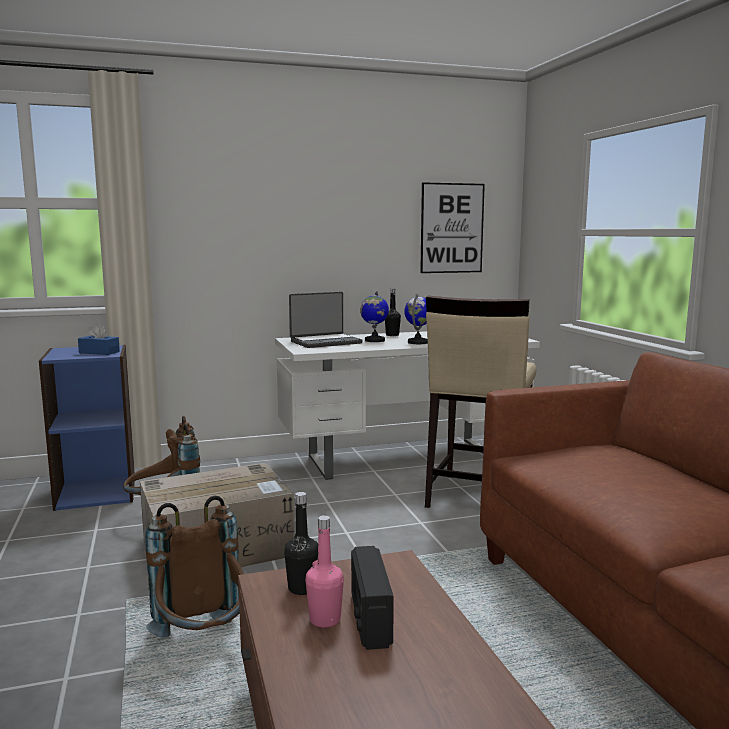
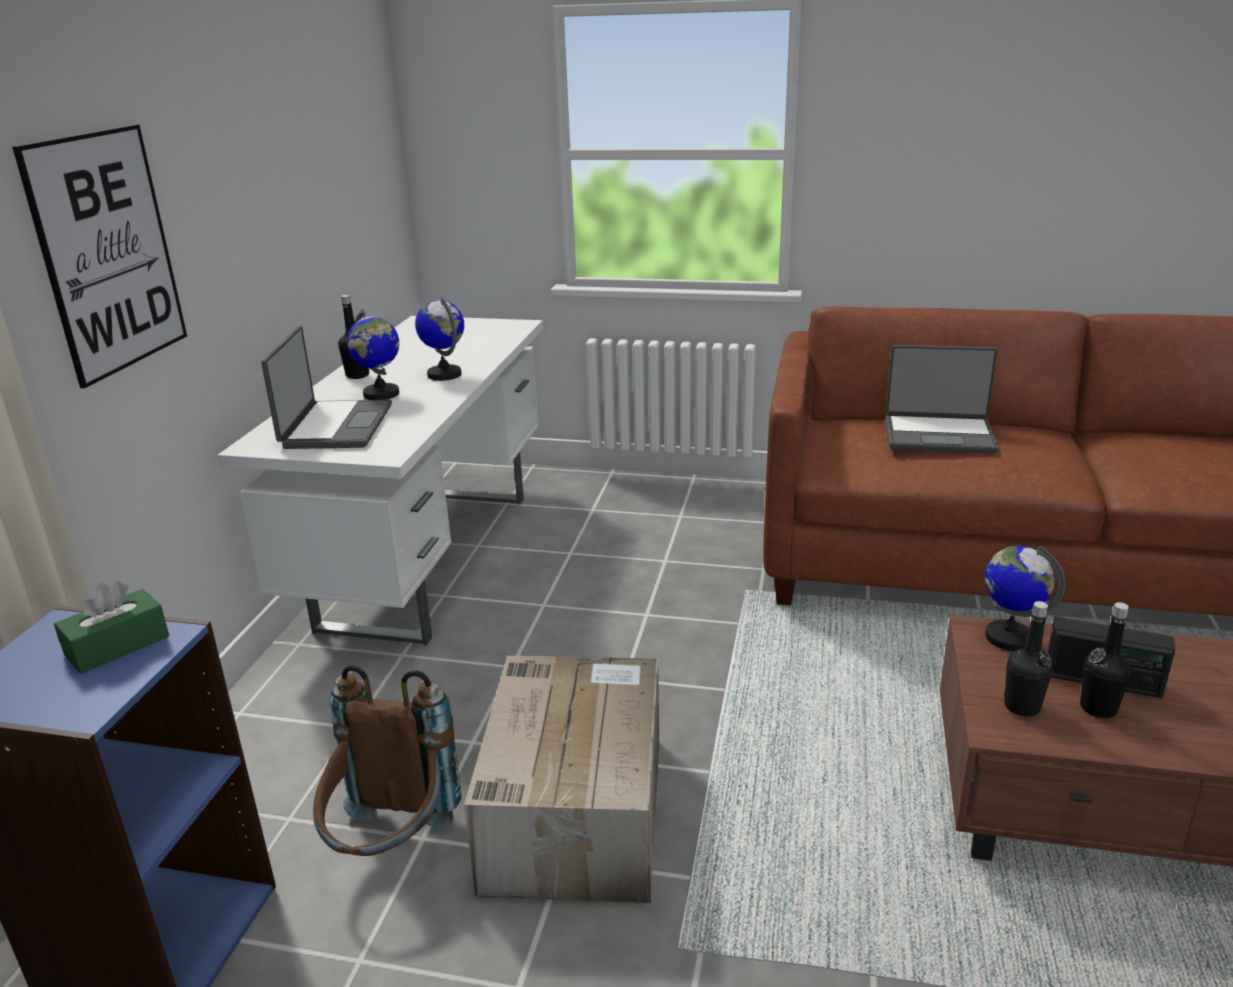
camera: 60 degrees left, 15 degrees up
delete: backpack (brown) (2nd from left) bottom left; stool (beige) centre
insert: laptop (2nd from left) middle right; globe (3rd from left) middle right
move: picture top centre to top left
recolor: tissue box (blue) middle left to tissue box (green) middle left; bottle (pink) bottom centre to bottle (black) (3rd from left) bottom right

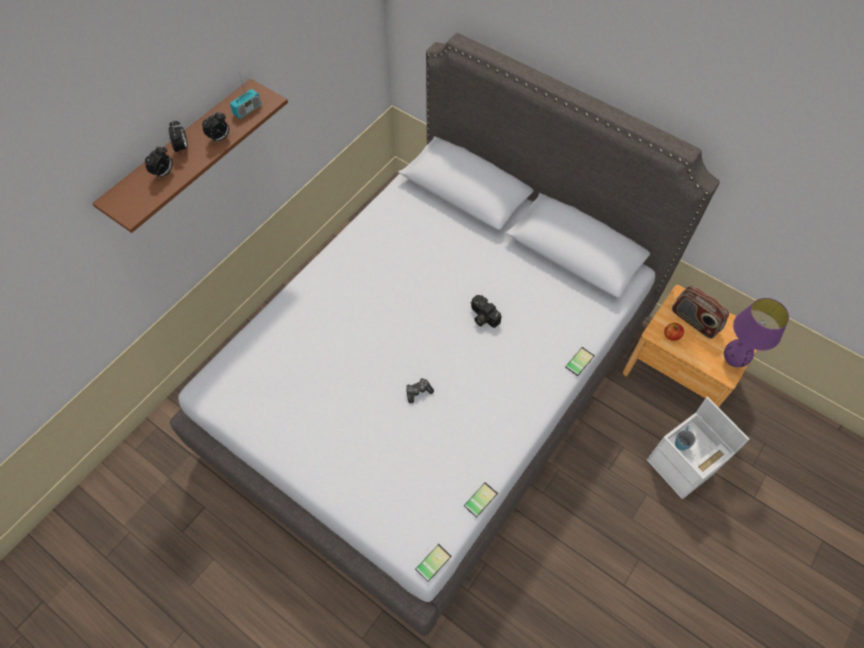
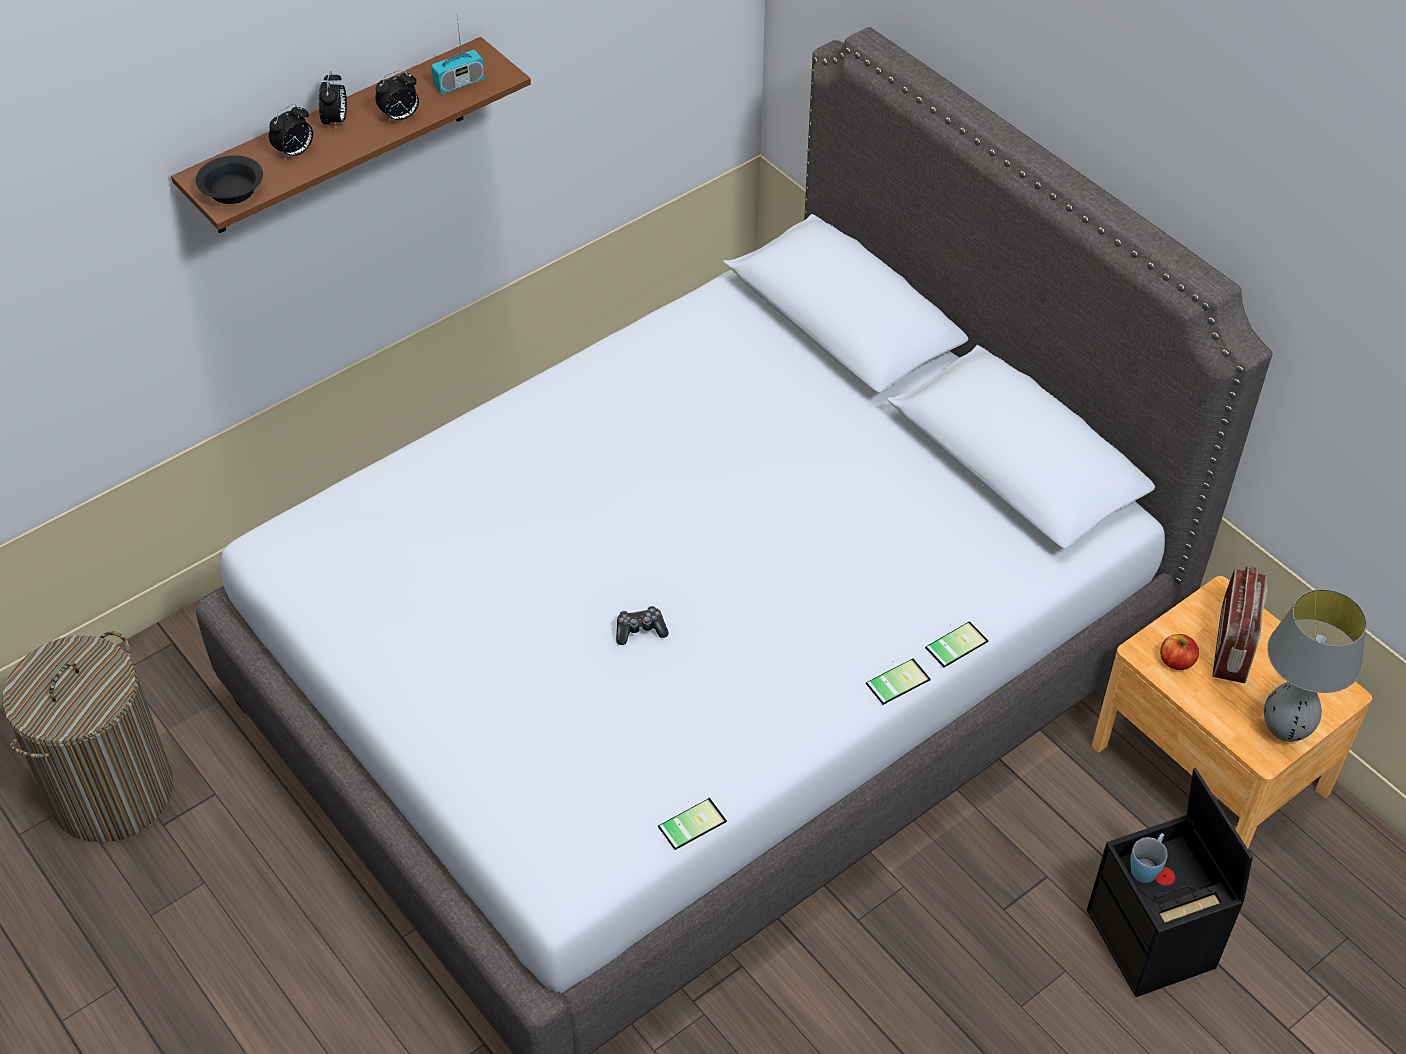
camera: 15 degrees right, 10 degrees down
delete: photo camera centre
insert: laundry basket bottom left; bowl (black) top left
move: phone (1st from left in the first image) bottom centre to phone (2nd from left) centre
recolor: storage box (white) bottom right to storage box (black) bottom right; table lamp (purple) middle right to table lamp (grey) middle right
rotate: radio (2nd from left) middle right = middle right 135 degrees counterclockwise

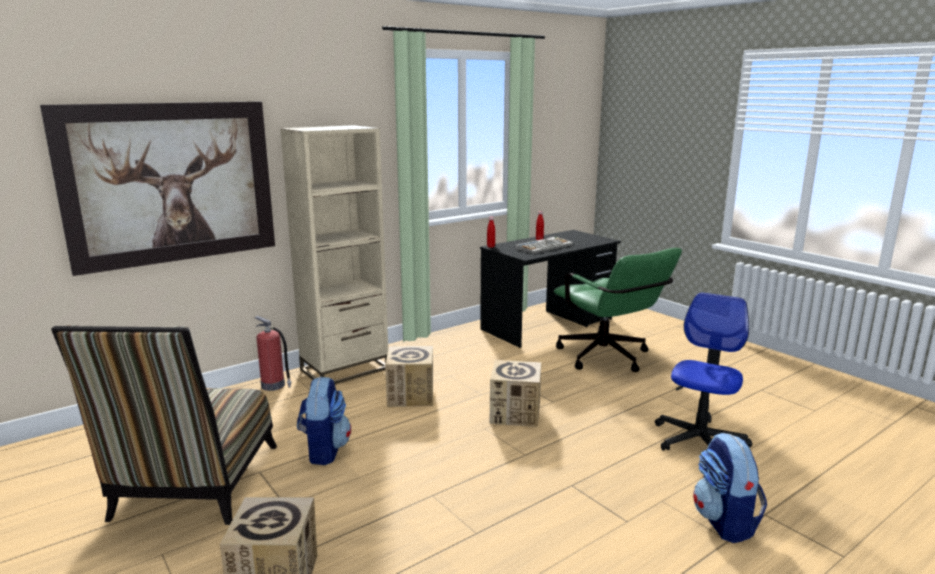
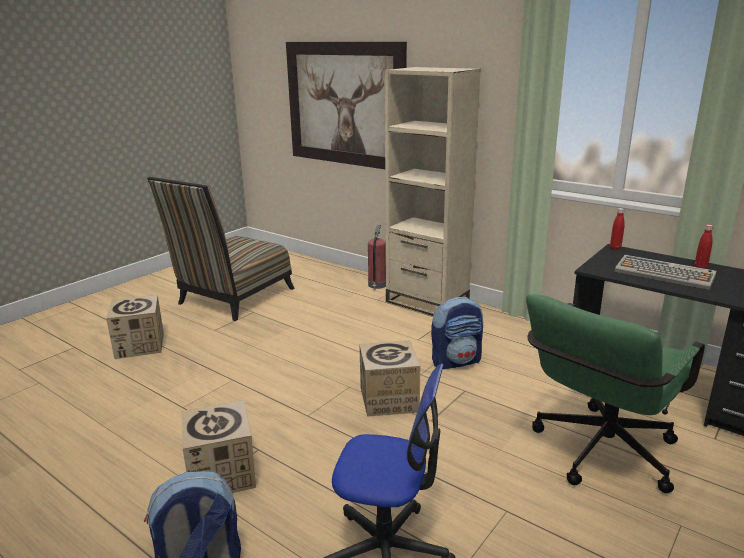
camera: 75 degrees right, 5 degrees up
move: backpack (1st from left in the first image) bottom centre to backpack (2nd from left) centre; cardboard box (2nd from left) centre to bottom left
rotate: chair bottom left = middle left 45 degrees counterclockwise

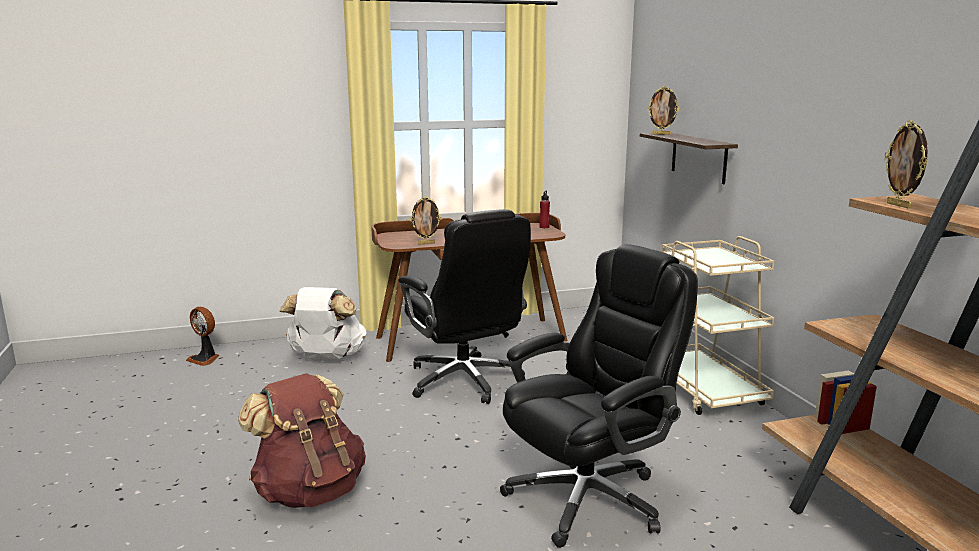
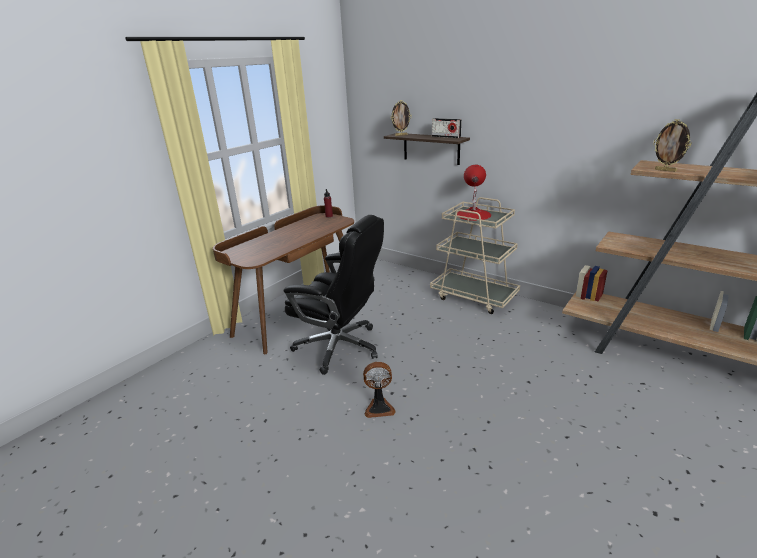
camera: 35 degrees left, 10 degrees up
delete: backpack (brown) bottom left; backpack (white) middle left; picture frame (1st from left) centre; office chair (black) (2nd from left) bottom centre
insert: radio top centre; table lamp (red) centre
move: fan middle left to bottom centre

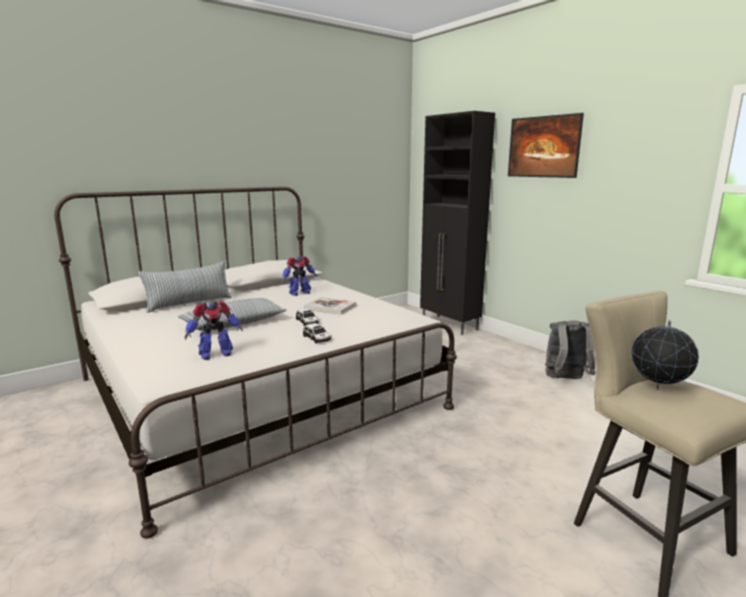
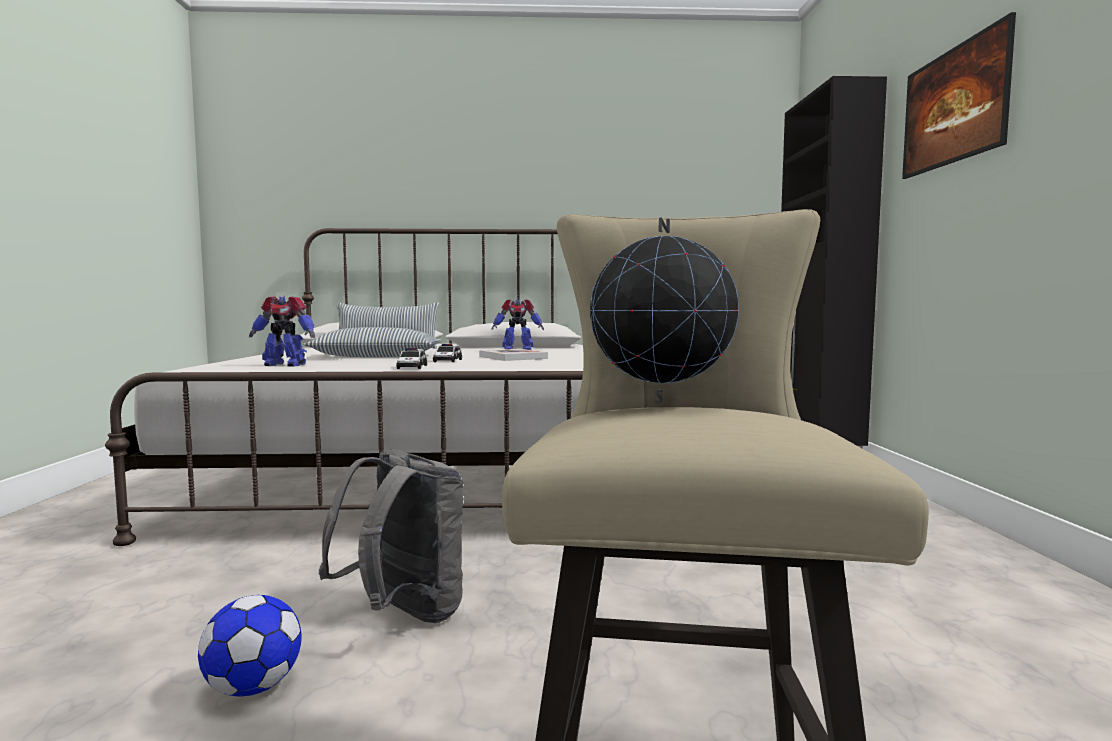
camera: 35 degrees right, 10 degrees down
insert: football bottom left
move: backpack (grey) middle right to bottom centre

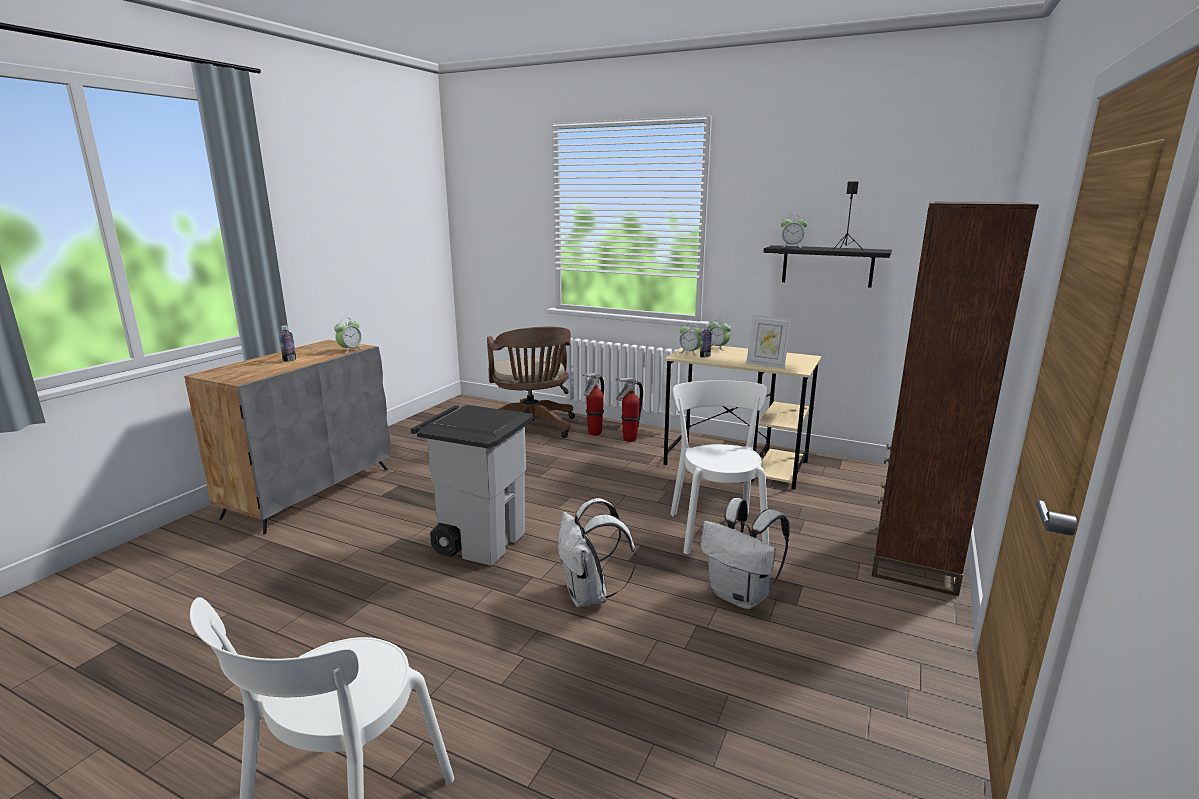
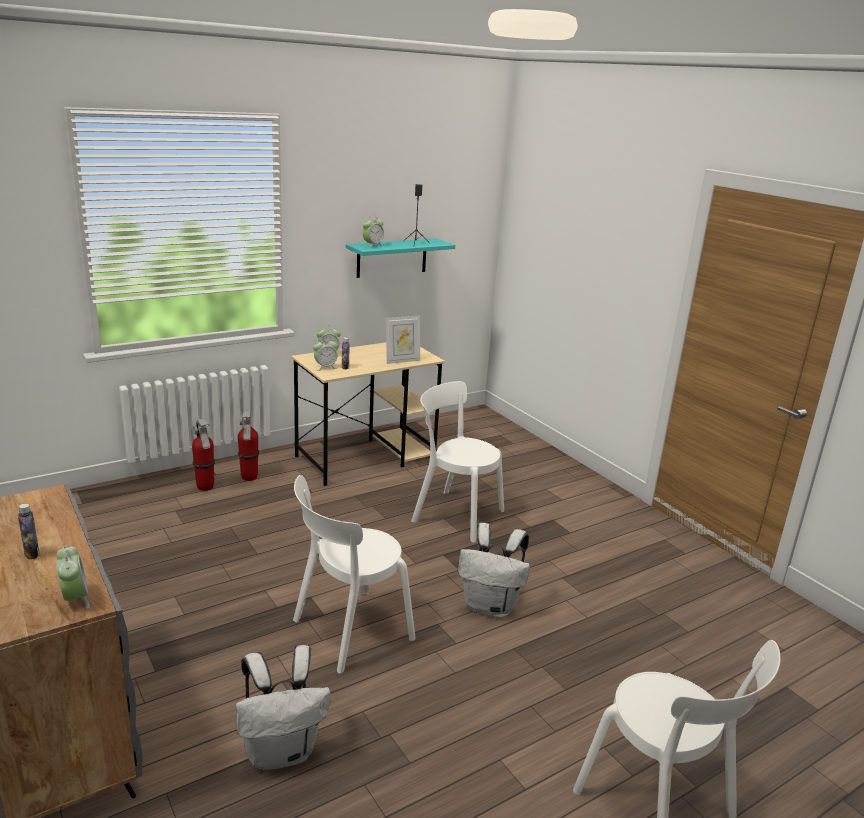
camera: 60 degrees left, 5 degrees up
delete: office chair (brown) centre; bookcase (brown) middle right
move: alarm clock (1st from left) middle left to bottom left; backpack (white) (2nd from left in the first image) bottom centre to backpack (white) (1st from left) bottom left
replace: trash can (grey) centre to chair (white) (1st from left) bottom centre
recolor: shelf (black) top right to shelf (turquoise) top centre

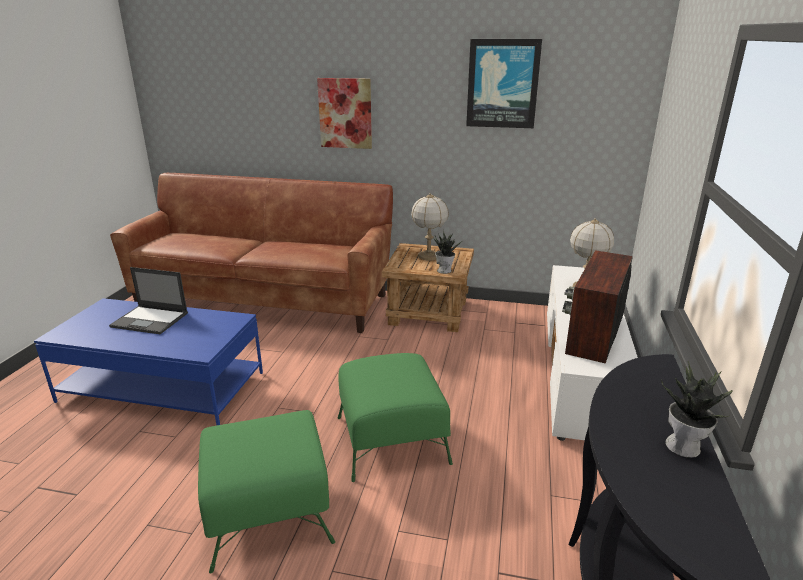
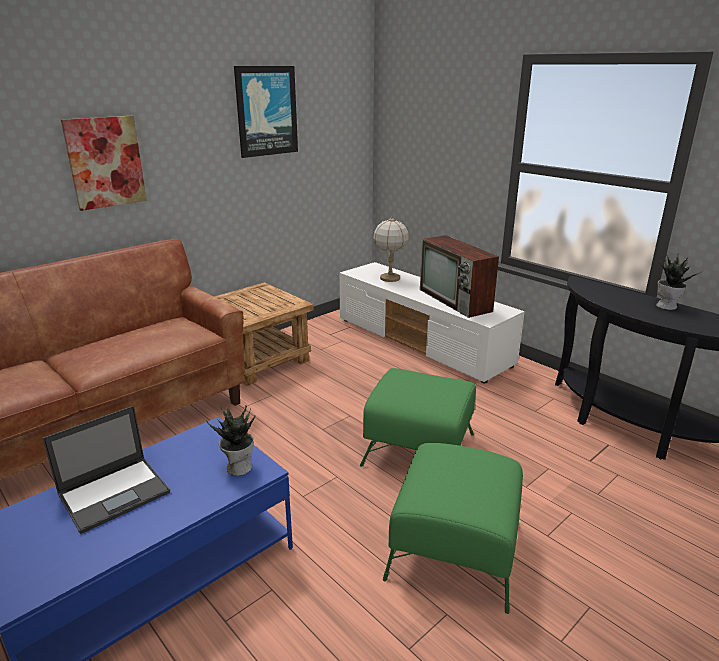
camera: 55 degrees left, 0 degrees up
delete: table lamp (1st from left) centre
move: potted plant (1st from left) centre to bottom left

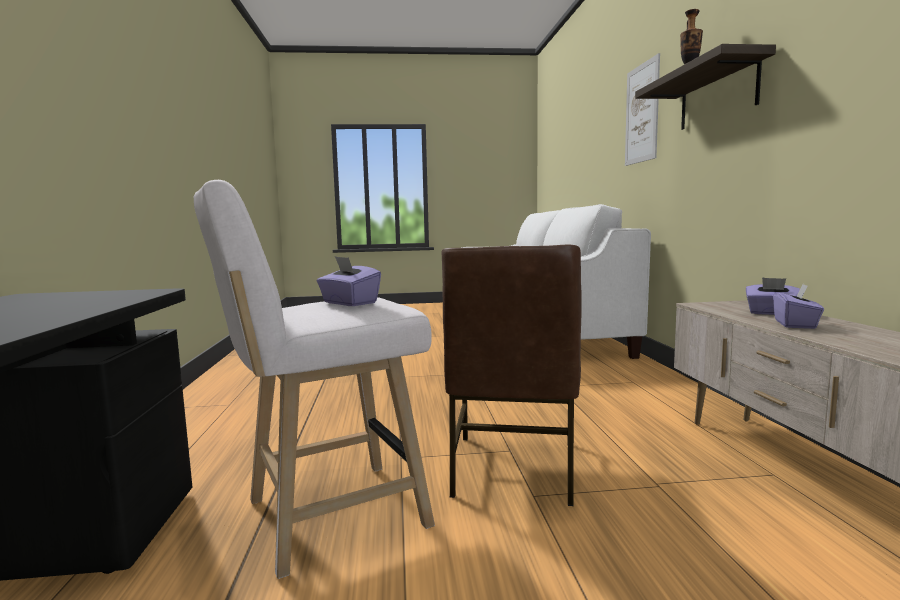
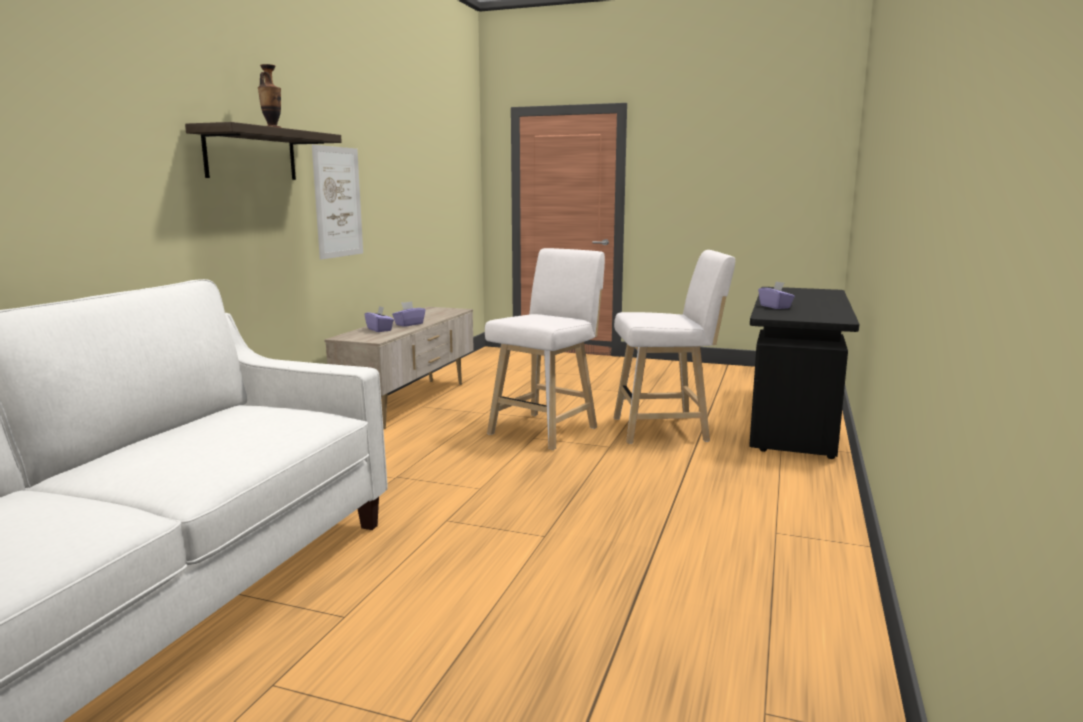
camera: 155 degrees left, 5 degrees up
move: tissue box (purple) (1st from left in the first image) centre to tissue box (purple) (3rd from left) middle right; picture top right to top left
replace: chair (brown) centre to stool (white) (1st from left) centre

